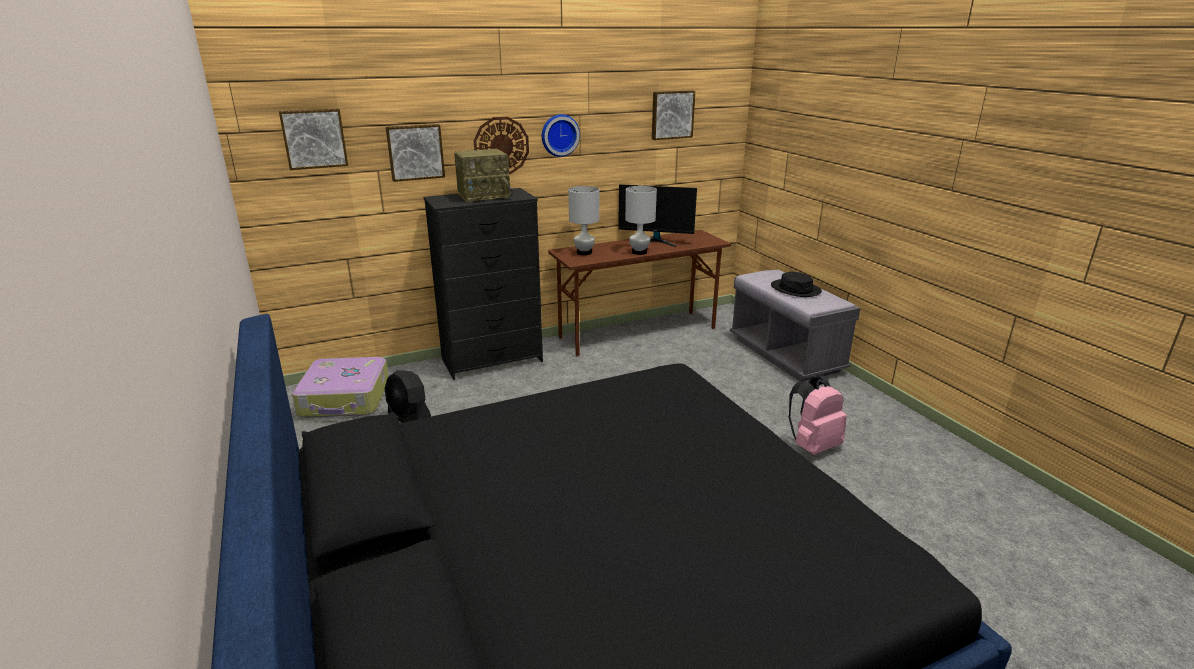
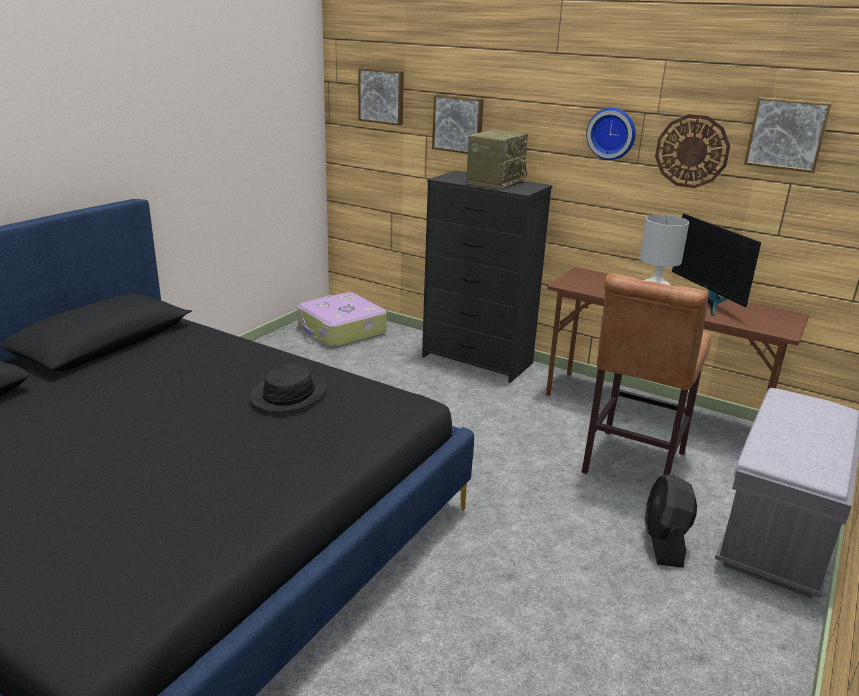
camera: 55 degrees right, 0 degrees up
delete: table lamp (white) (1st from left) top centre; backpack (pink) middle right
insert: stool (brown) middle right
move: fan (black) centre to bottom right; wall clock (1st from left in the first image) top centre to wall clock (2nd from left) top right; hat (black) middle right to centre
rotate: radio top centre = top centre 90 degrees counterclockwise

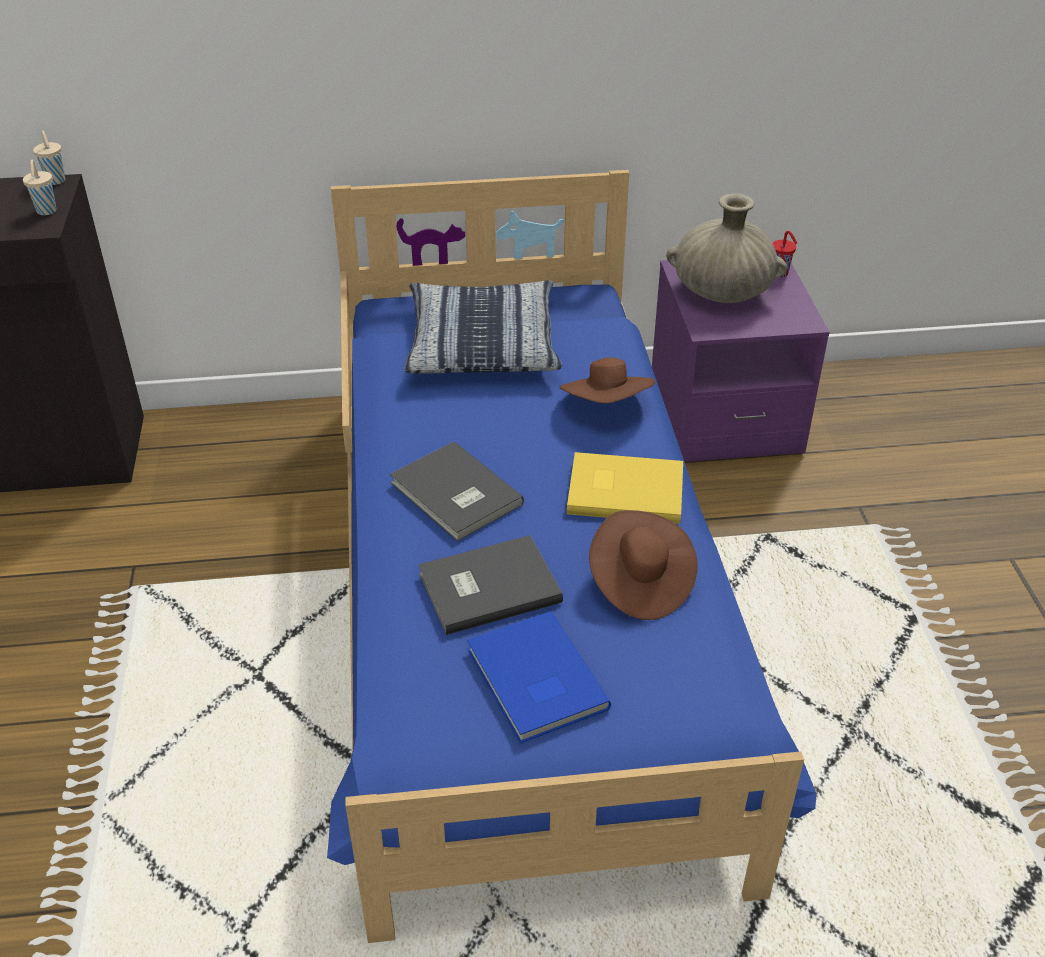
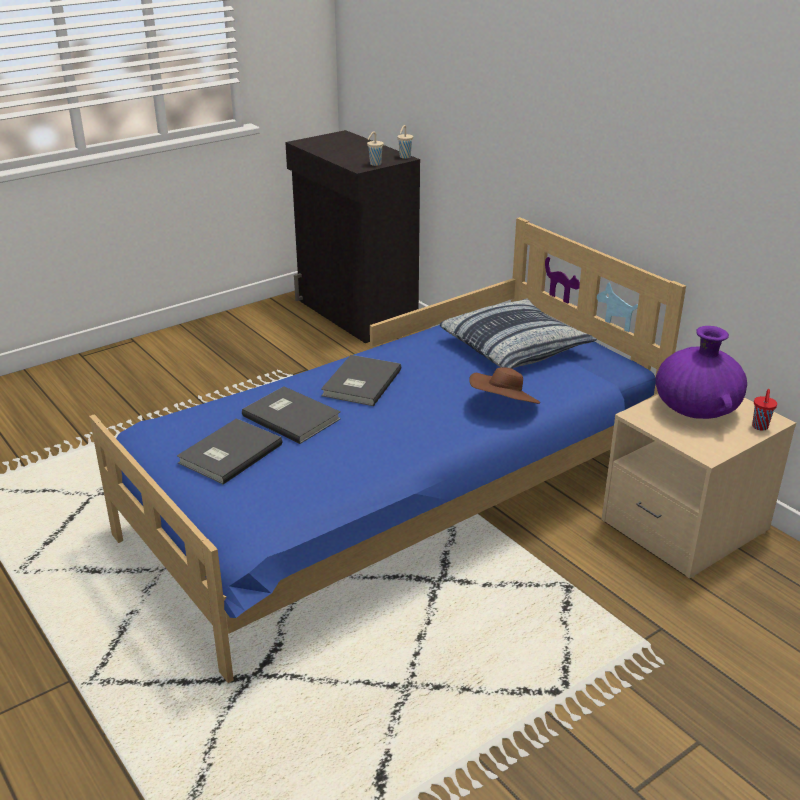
camera: 60 degrees right, 10 degrees down
delete: book (yellow) centre; hat (brown) (2nd from left) centre
recolor: book (blue) bottom centre to book (grey) (1st from left) middle left; nightstand (purple) middle right to nightstand (beige) middle right; vase (beige) top right to vase (purple) middle right

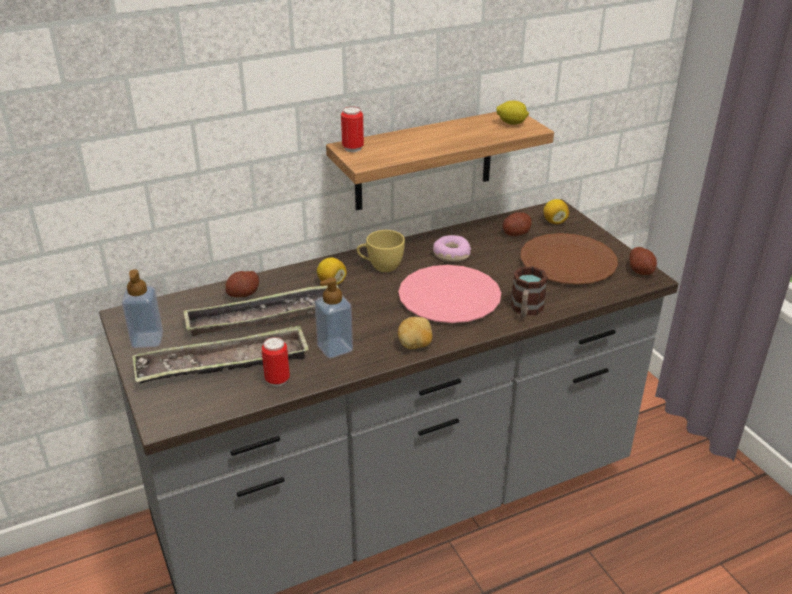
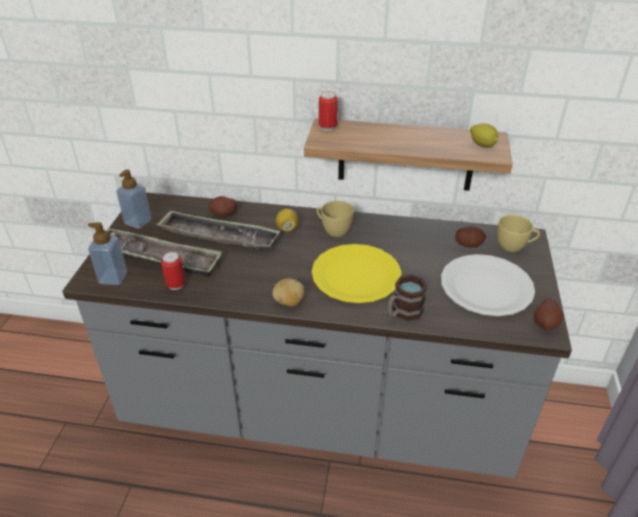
camera: 35 degrees right, 5 degrees up
delete: donut centre
move: soap dispenser (2nd from left in the first image) centre to soap dispenser (1st from left) middle left
replace: lemon (3rd from left) middle right to cup (yellow) (2nd from left) middle right
recolor: plate (pink) centre to plate (yellow) centre; plate (brown) middle right to plate (white) middle right

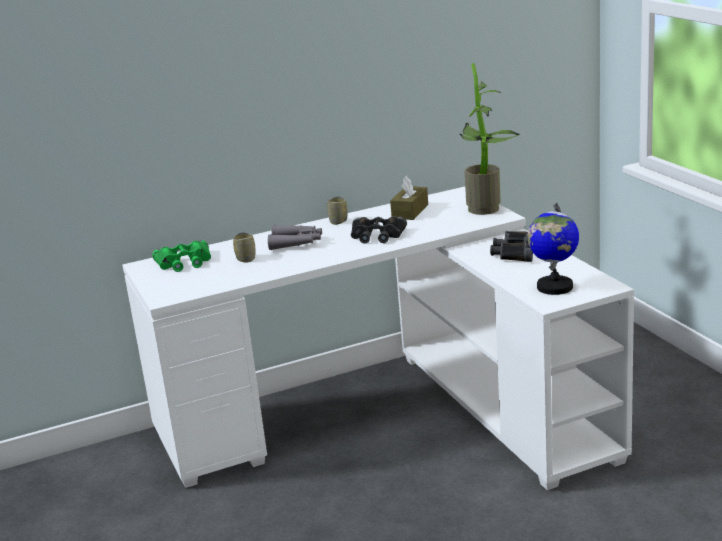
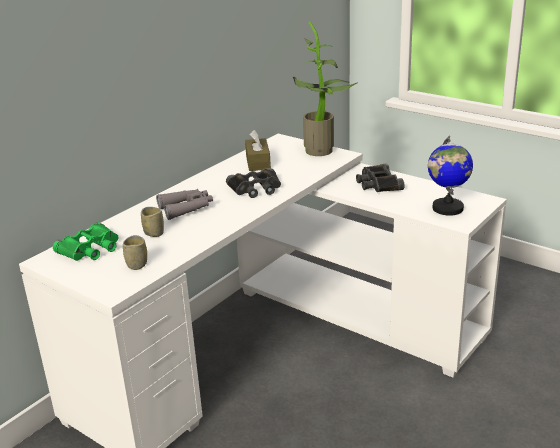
camera: 30 degrees left, 5 degrees up
move: cup (2nd from left in the first image) centre to cup (1st from left) middle left

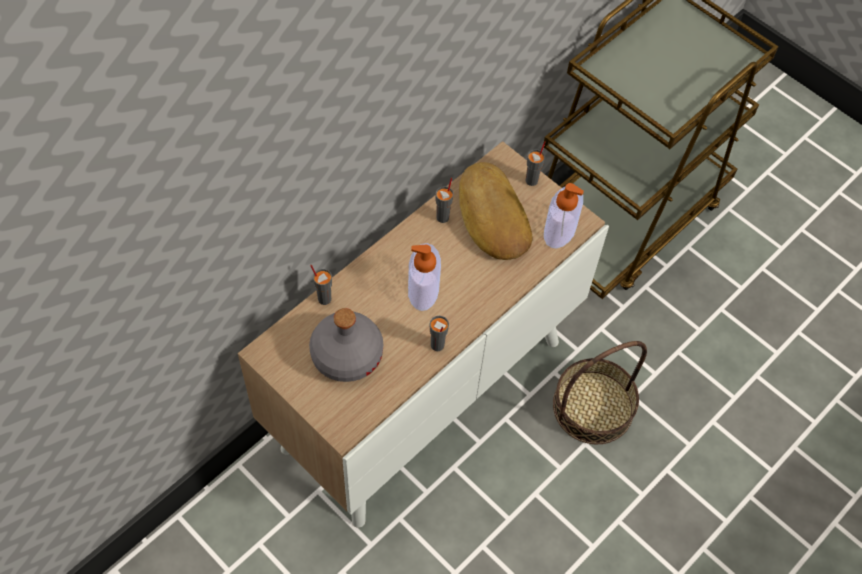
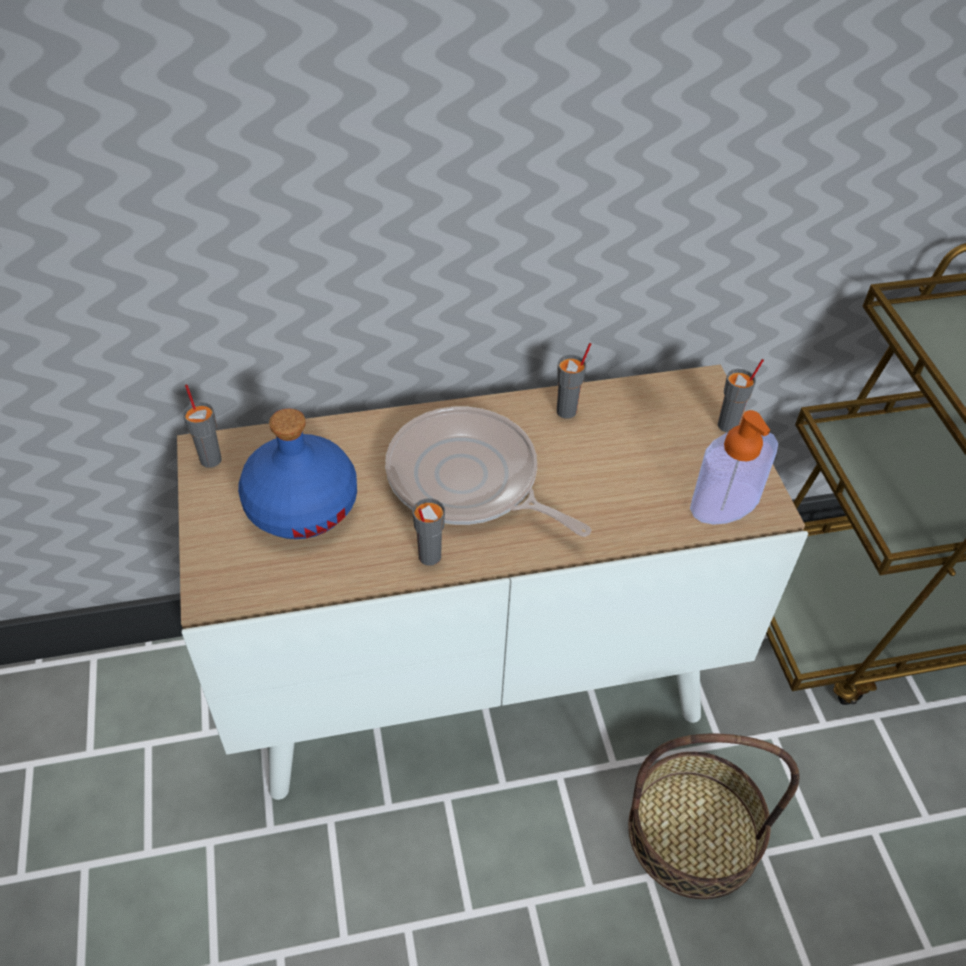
camera: 35 degrees right, 10 degrees down
delete: bread centre
move: cup (grey) (1st from left) centre to middle left
replace: soap dispenser (1st from left) centre to frying pan centre
recolor: bottle (grey) centre to bottle (blue) middle left

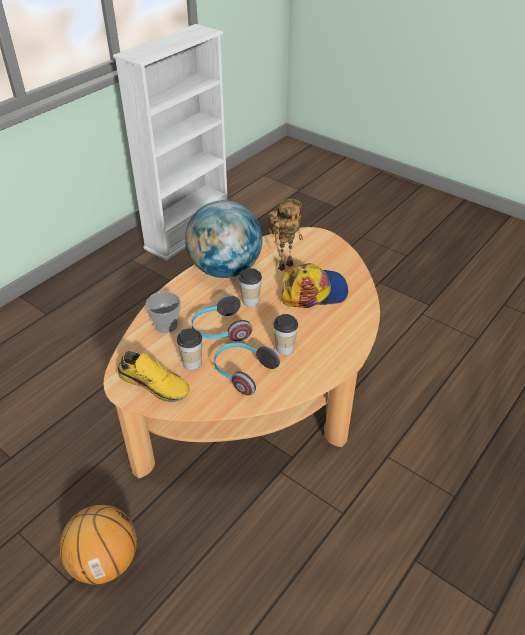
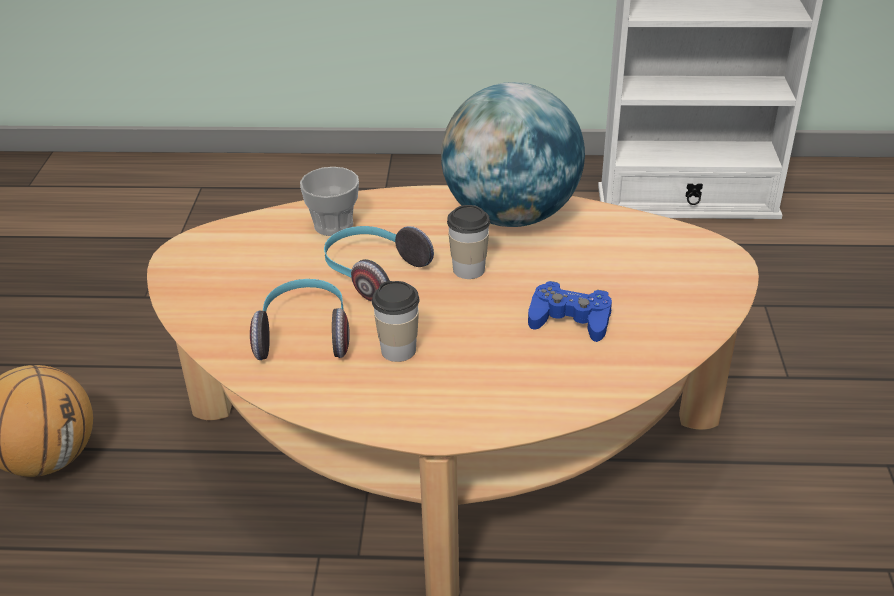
camera: 55 degrees right, 5 degrees down
delete: shoe (yellow) middle left; cup (2nd from left) centre; toy robot centre
replace: cap centre to game controller (blue) centre

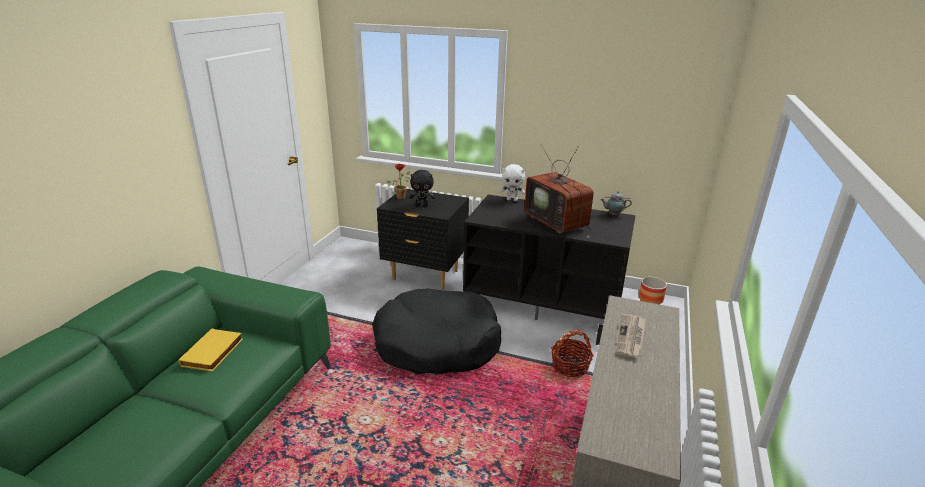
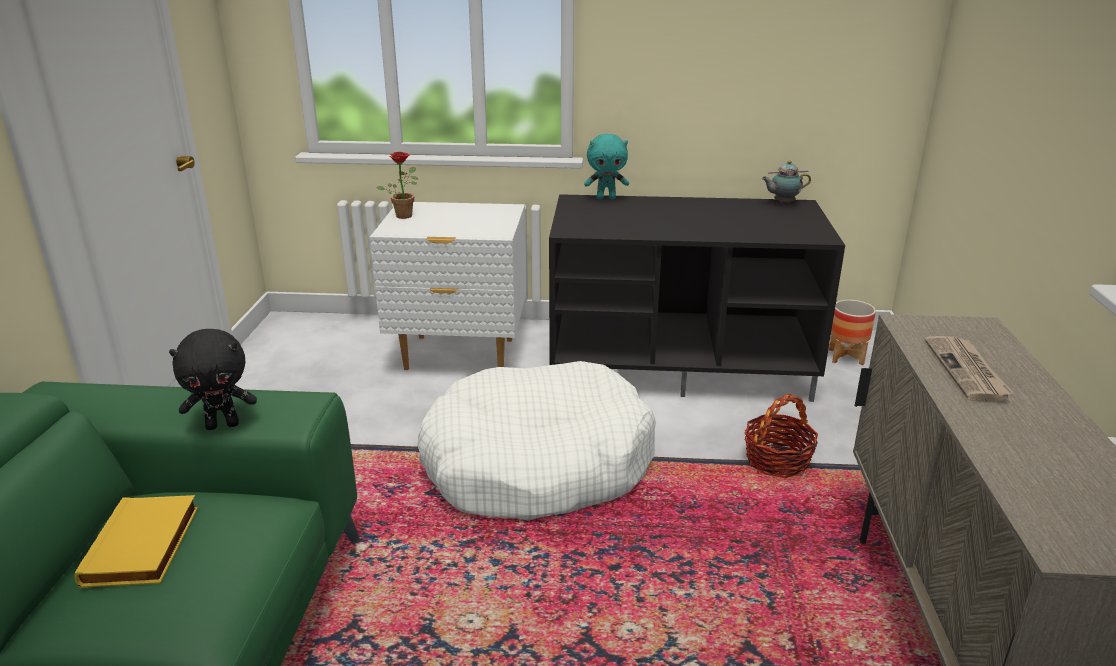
camera: 15 degrees left, 0 degrees up
delete: television centre
move: plush toy (black) centre to middle left
recolor: dog bed (black) bottom centre to dog bed (white) centre; nightstand (black) centre to nightstand (white) centre; plush toy (white) centre to plush toy (turquoise) top centre

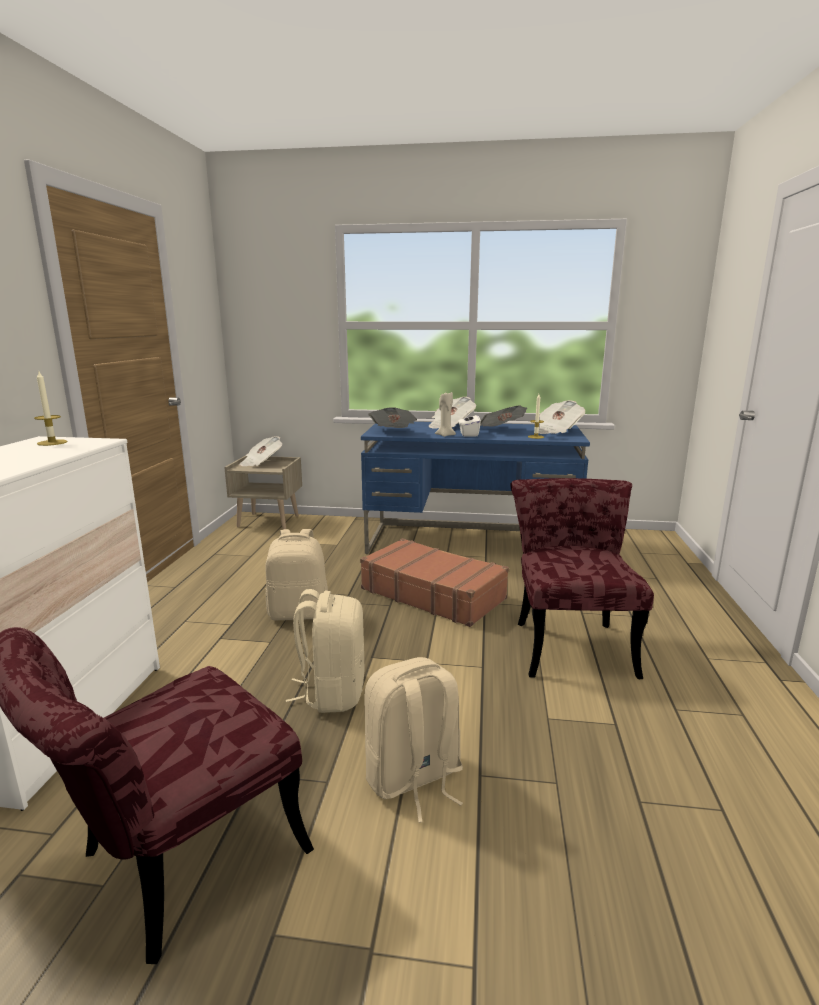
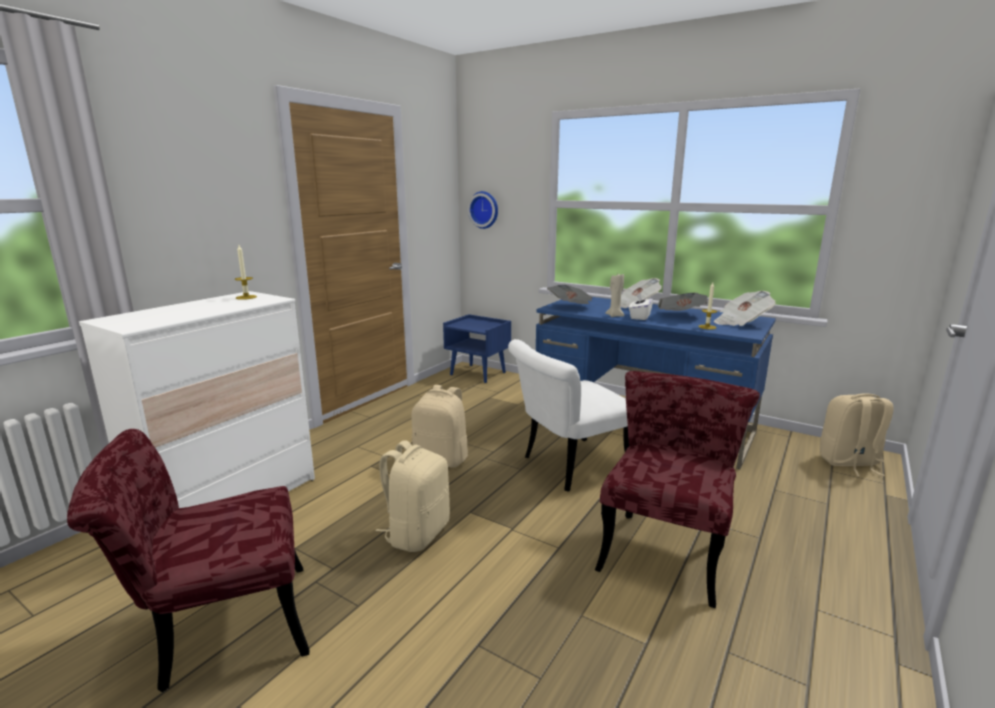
camera: 25 degrees right, 0 degrees up
delete: newspaper (1st from left) middle left
insert: wall clock top centre
move: backpack (beige) (3rd from left) bottom centre to middle right
replace: suitcase (brown) centre to chair (white) centre
recolor: nightstand (beige) middle left to nightstand (blue) centre

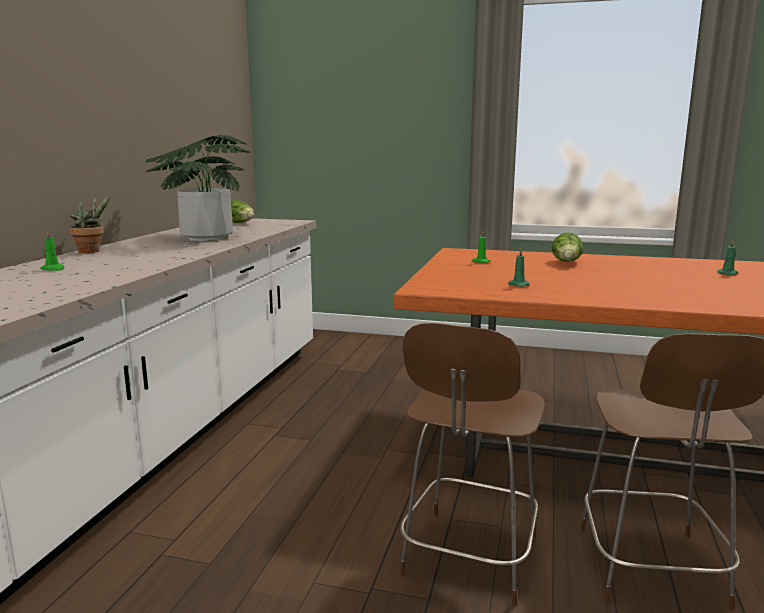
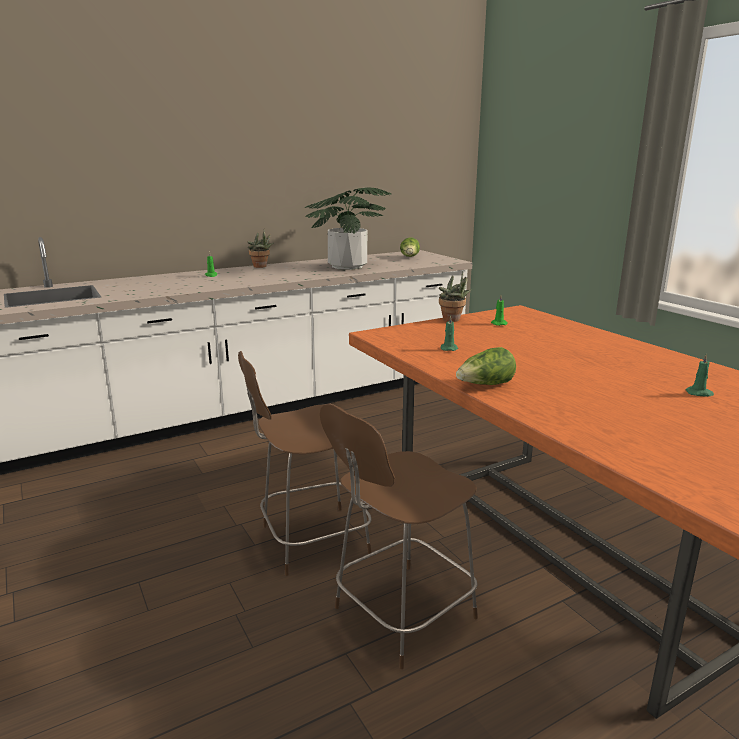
camera: 45 degrees right, 5 degrees up
insert: potted plant (3rd from left) centre
move: lettuce (2nd from left) middle right to centre

